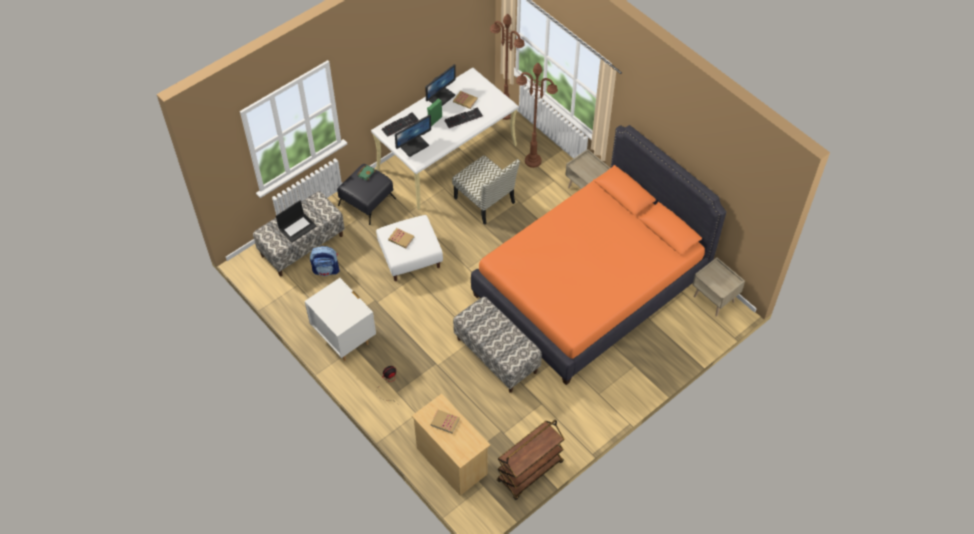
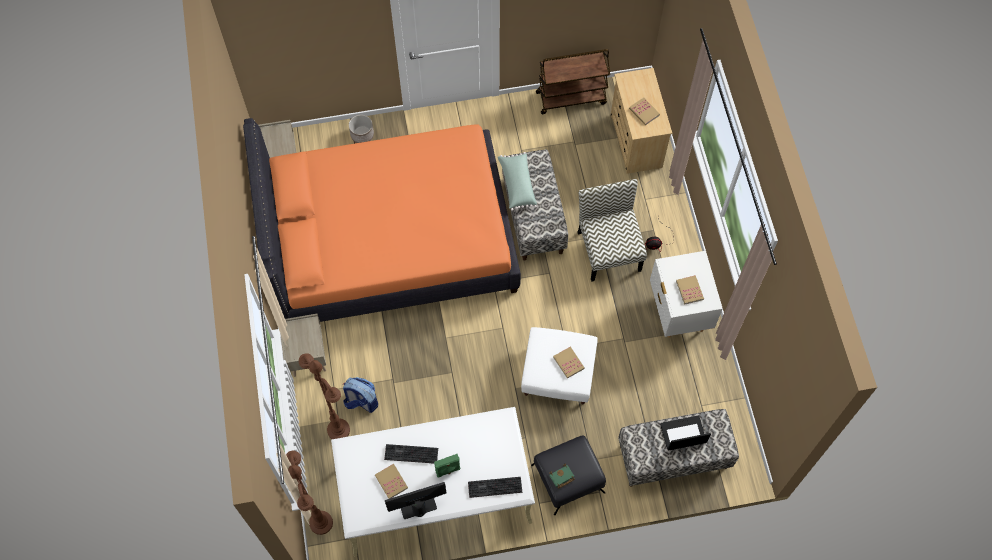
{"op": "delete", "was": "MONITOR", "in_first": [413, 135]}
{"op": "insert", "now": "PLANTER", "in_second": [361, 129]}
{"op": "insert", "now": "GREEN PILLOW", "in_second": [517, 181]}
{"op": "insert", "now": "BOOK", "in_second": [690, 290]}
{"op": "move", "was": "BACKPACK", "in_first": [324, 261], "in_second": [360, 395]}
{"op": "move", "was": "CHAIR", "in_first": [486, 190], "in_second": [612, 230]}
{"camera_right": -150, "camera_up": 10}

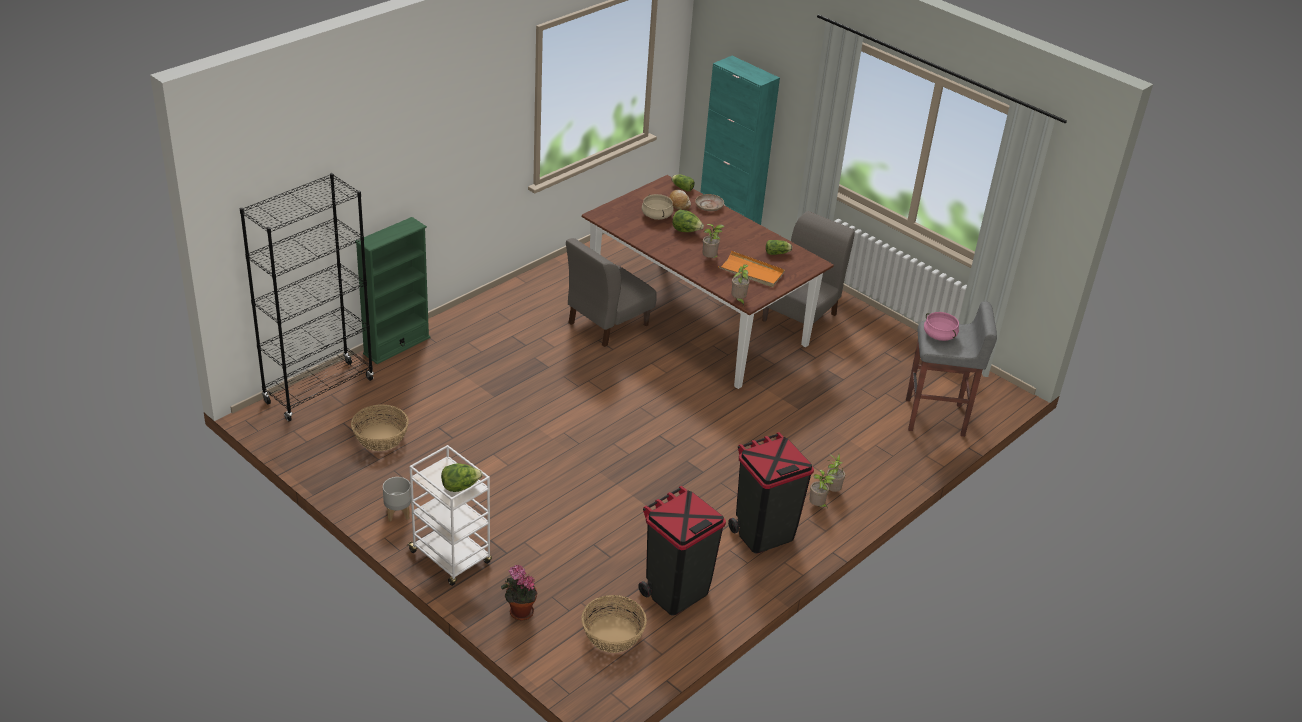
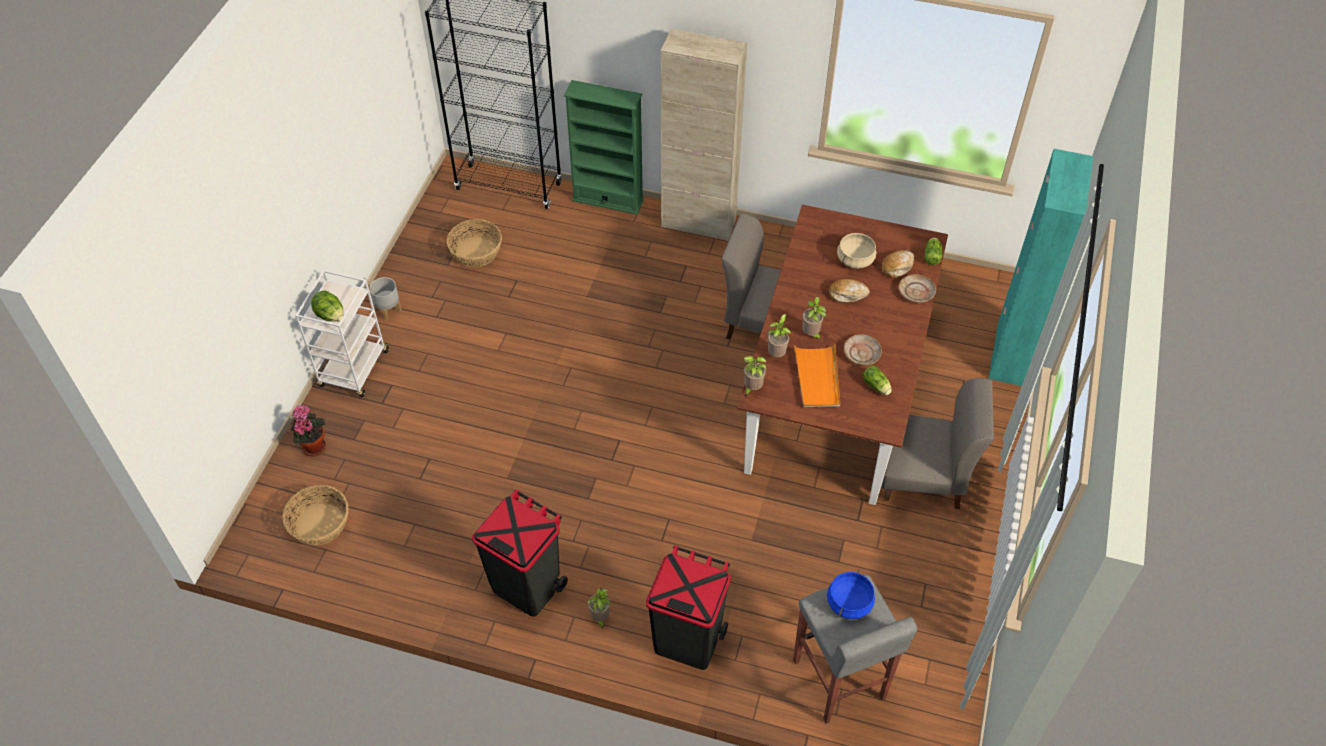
{"op": "insert", "now": "BEIGE CABINET", "in_second": [704, 135]}
{"op": "insert", "now": "BEIGE PLATE", "in_second": [863, 350]}
{"op": "move", "was": "BLACK TRASH CAN", "in_first": [682, 551], "in_second": [688, 607]}
{"op": "move", "was": "POTTED PLANT", "in_first": [835, 473], "in_second": [779, 335]}
{"op": "replace", "was": "LETTUCE", "now": "BREAD", "in_first": [688, 221], "in_second": [849, 290]}
{"op": "recolor", "was": "PINK COOKING POT", "now": "BLUE COOKING POT", "in_first": [941, 326], "in_second": [851, 594]}
{"camera_right": 65, "camera_up": 15}

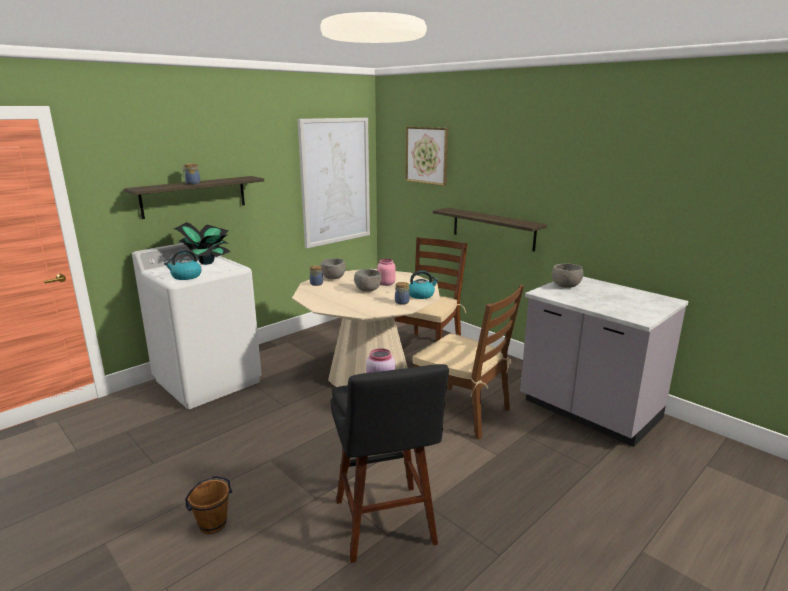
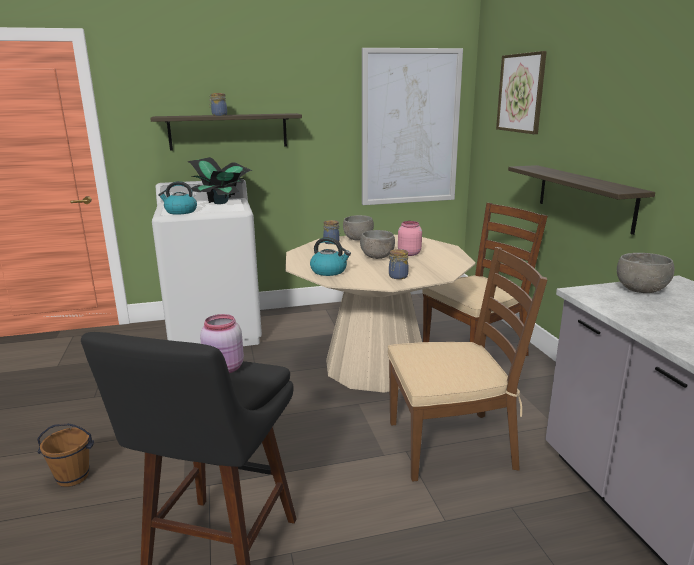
{"op": "move", "was": "KETTLE", "in_first": [424, 284], "in_second": [330, 256]}
{"op": "rotate", "was": "BROWN CHAIR", "in_first": [468, 362], "in_second": [467, 364], "clockwise": -75}
{"camera_right": 30, "camera_up": 0}

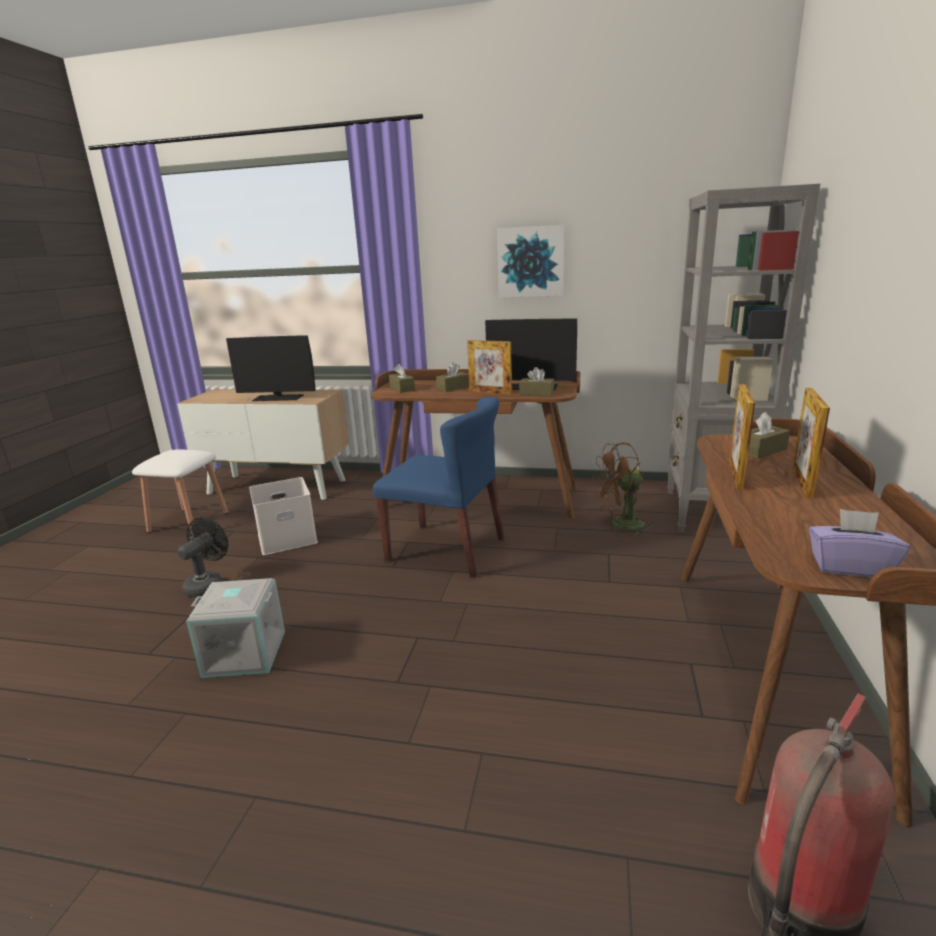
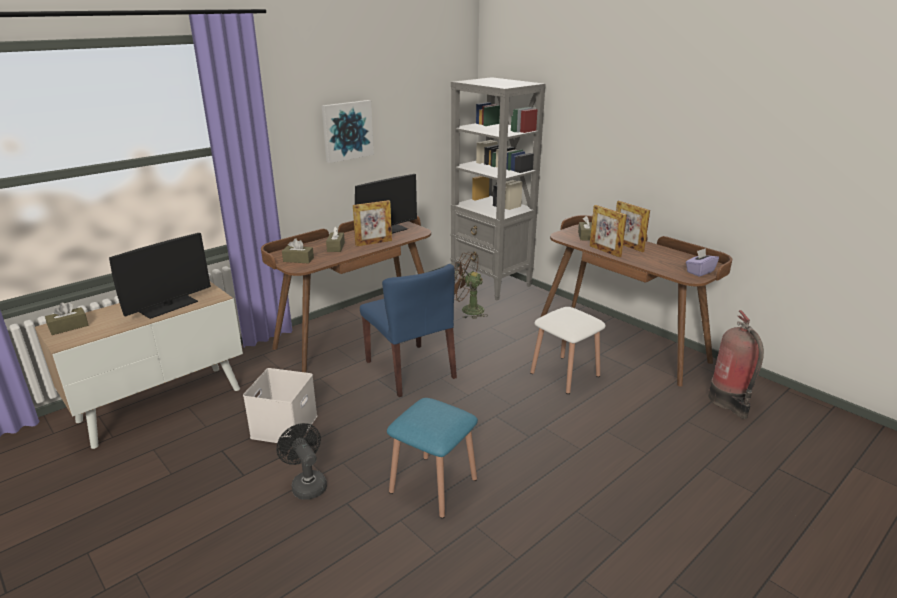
{"op": "move", "was": "WHITE STOOL", "in_first": [180, 493], "in_second": [568, 350]}
{"op": "move", "was": "BROWN TISSUE BOX", "in_first": [536, 381], "in_second": [67, 318]}
{"op": "replace", "was": "GREY STORAGE BOX", "now": "BLUE STOOL", "in_first": [235, 628], "in_second": [432, 458]}
{"op": "rotate", "was": "BLUE CHAIR", "in_first": [438, 487], "in_second": [408, 330], "clockwise": 90}
{"op": "rotate", "was": "BROWN FAN", "in_first": [624, 489], "in_second": [470, 285], "clockwise": 90}
{"camera_right": -55, "camera_up": 5}

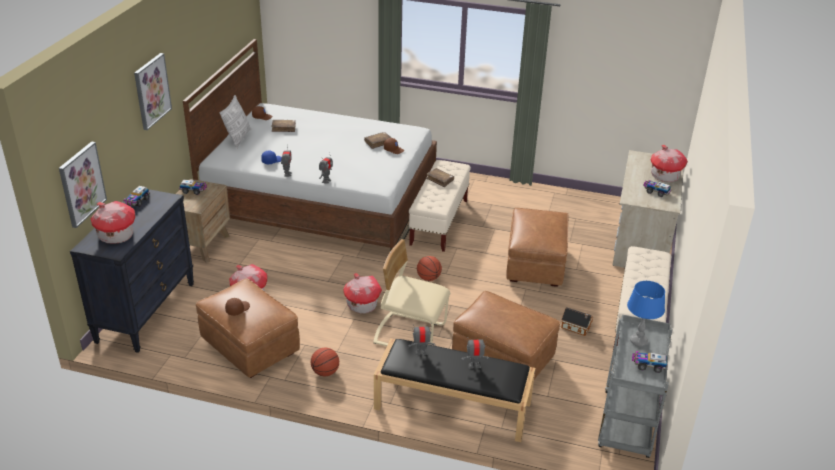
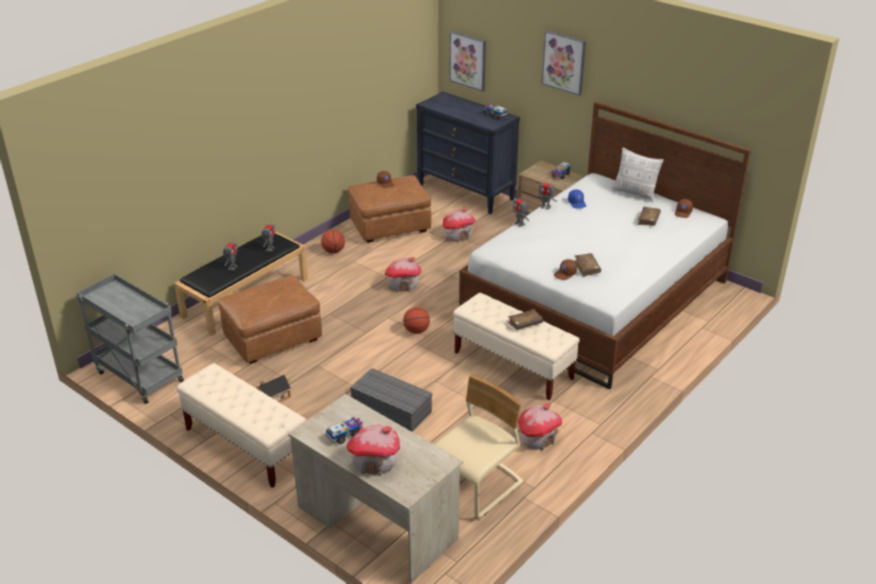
{"op": "delete", "was": "BLUE TABLE LAMP", "in_first": [646, 314]}
{"op": "delete", "was": "TOY TRUCK", "in_first": [650, 362]}
{"op": "move", "was": "TOY HOUSE", "in_first": [113, 222], "in_second": [540, 426]}
{"op": "move", "was": "BEIGE CHAIR", "in_first": [411, 292], "in_second": [478, 446]}
{"op": "replace", "was": "BROWN OTTOMAN", "now": "GREY STORAGE BOX", "in_first": [537, 247], "in_second": [391, 400]}
{"camera_right": 115, "camera_up": 0}

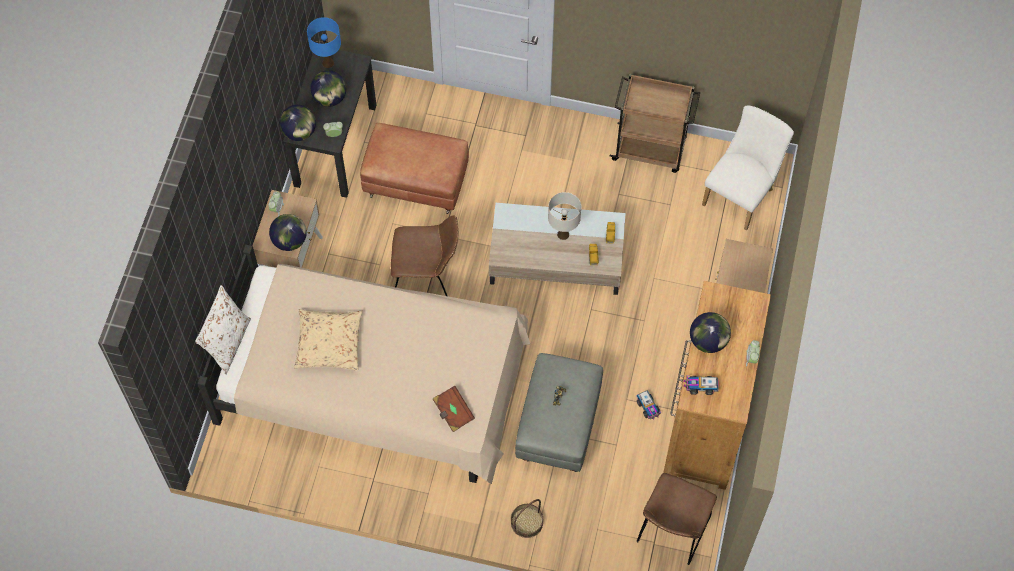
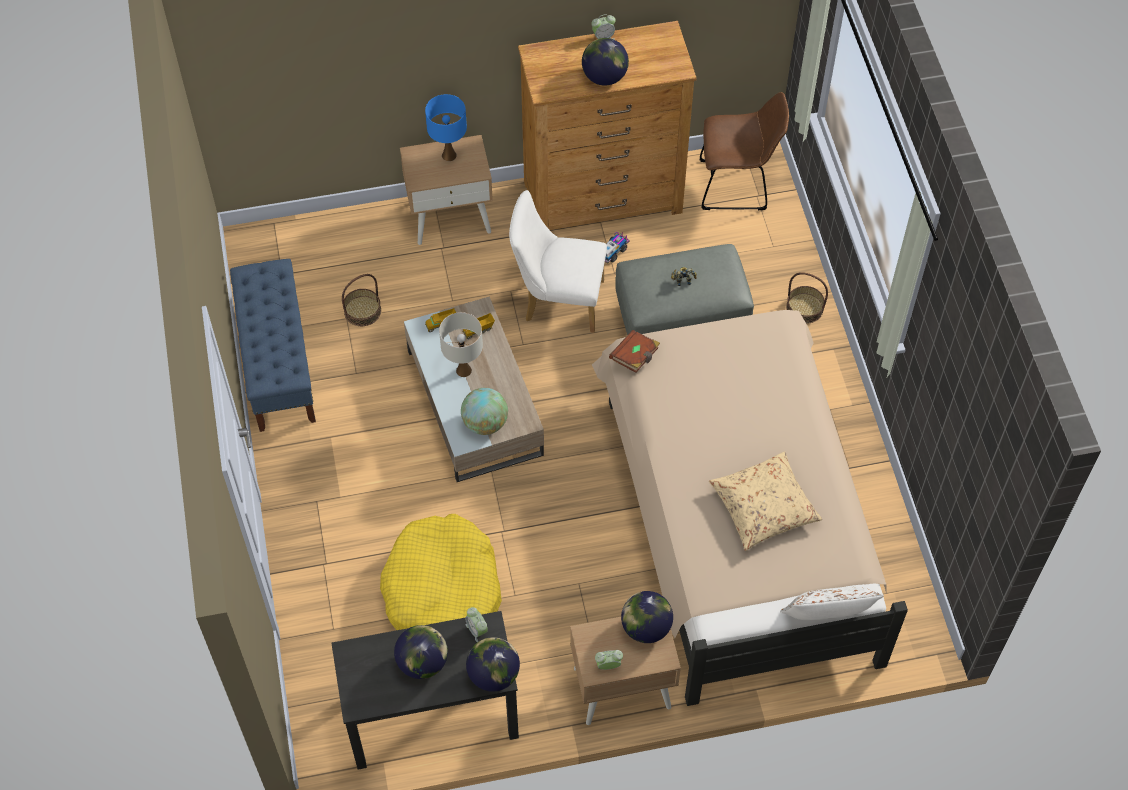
{"op": "delete", "was": "BROWN CHAIR", "in_first": [424, 255]}
{"op": "delete", "was": "TOY TRUCK", "in_first": [701, 385]}
{"op": "insert", "now": "BASKET", "in_second": [361, 300]}
{"op": "insert", "now": "GLOBE", "in_second": [484, 411]}
{"op": "move", "was": "BLUE TABLE LAMP", "in_first": [324, 42], "in_second": [446, 127]}
{"op": "move", "was": "BROWN BOOK", "in_first": [454, 409], "in_second": [634, 351]}
{"op": "move", "was": "WHITE CHAIR", "in_first": [748, 168], "in_second": [558, 261]}
{"op": "replace", "was": "BROWN OTTOMAN", "now": "YELLOW DOG BED", "in_first": [414, 168], "in_second": [441, 572]}
{"op": "replace", "was": "BROWN CART", "now": "BLUE BENCH", "in_first": [655, 123], "in_second": [273, 345]}
{"camera_right": -115, "camera_up": -5}

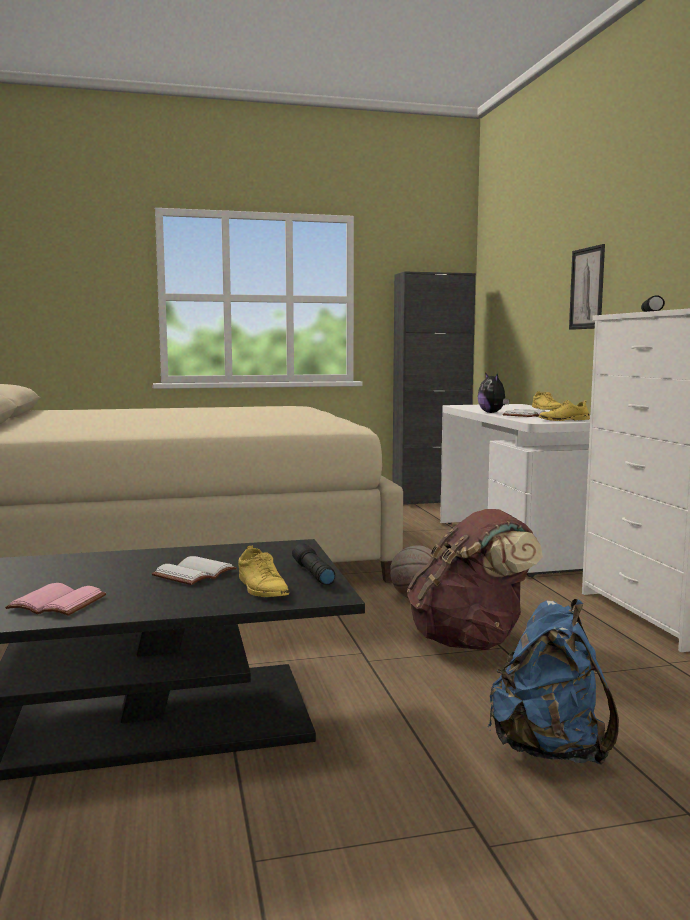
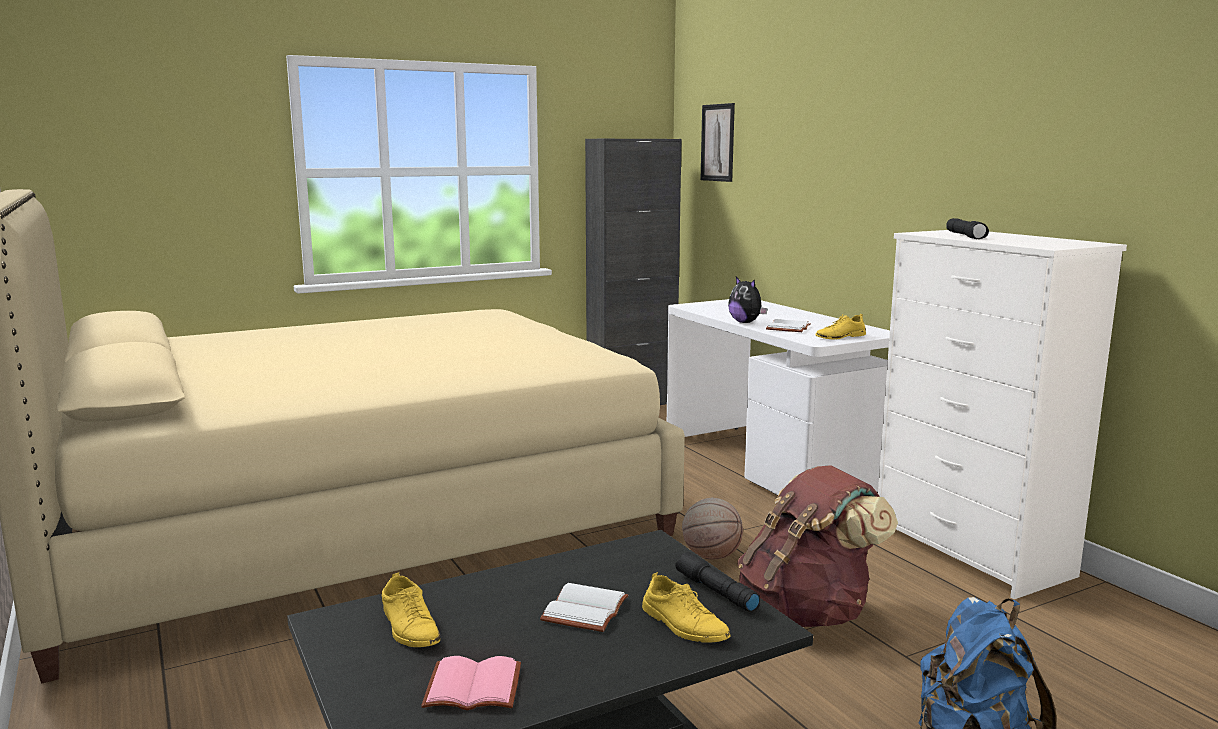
{"op": "move", "was": "YELLOW SHOE", "in_first": [546, 400], "in_second": [411, 609]}
{"op": "move", "was": "PICTURE", "in_first": [587, 287], "in_second": [717, 142]}
{"camera_right": -15, "camera_up": 5}

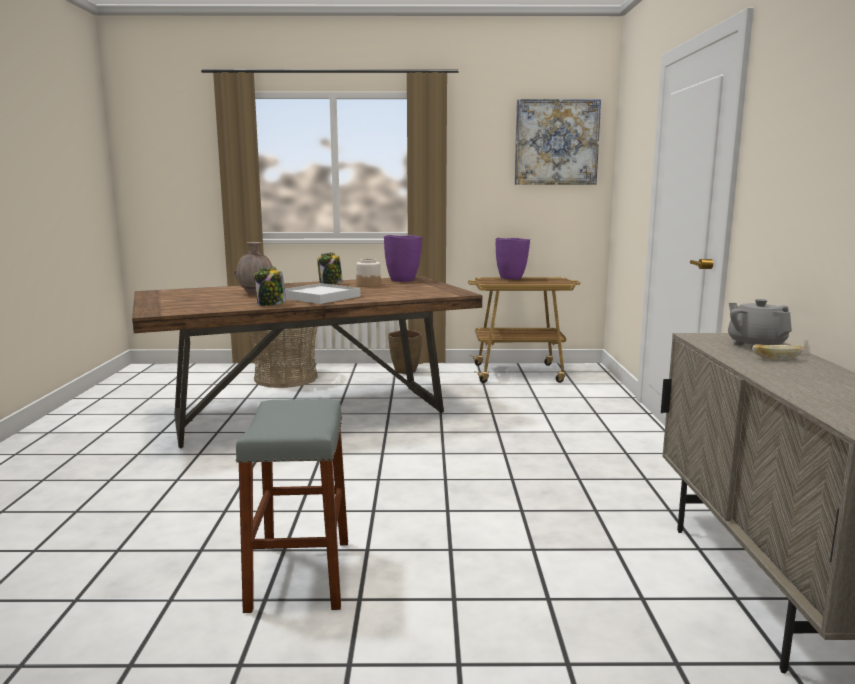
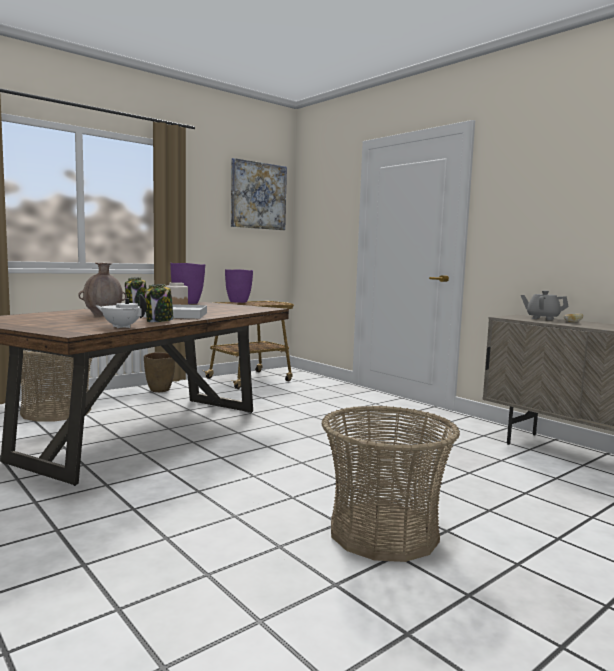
{"op": "insert", "now": "WHITE TEAPOT", "in_second": [121, 311]}
{"op": "replace", "was": "GREY STOOL", "now": "BASKET", "in_first": [292, 506], "in_second": [390, 483]}
{"camera_right": -40, "camera_up": -5}

